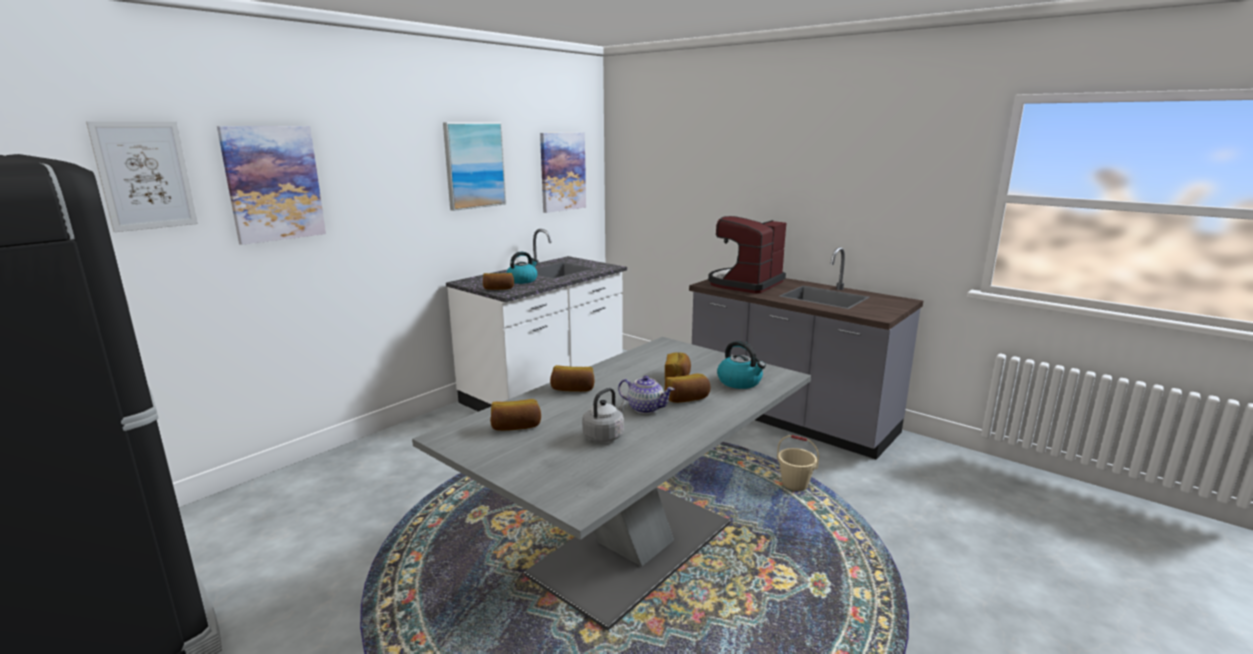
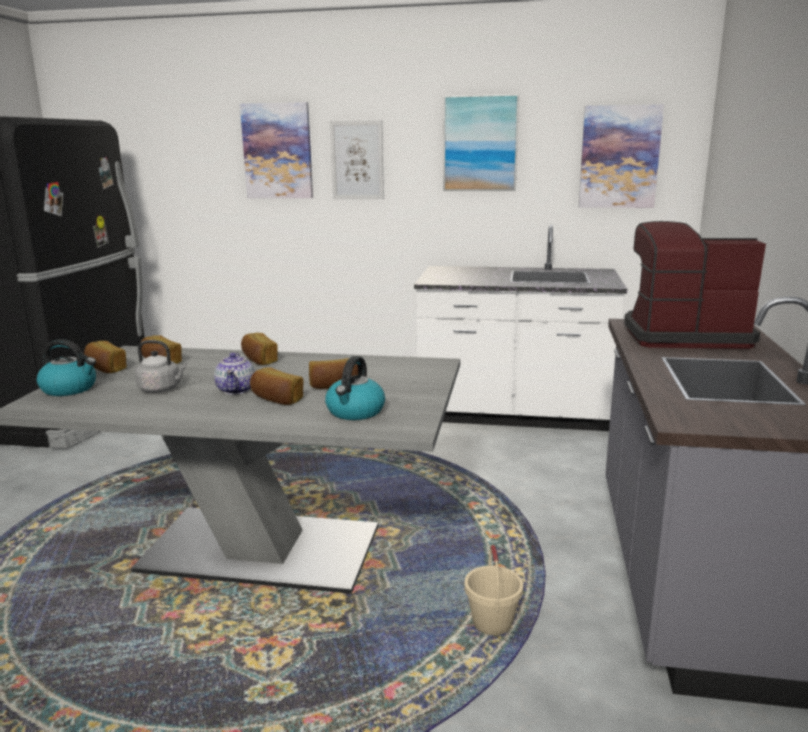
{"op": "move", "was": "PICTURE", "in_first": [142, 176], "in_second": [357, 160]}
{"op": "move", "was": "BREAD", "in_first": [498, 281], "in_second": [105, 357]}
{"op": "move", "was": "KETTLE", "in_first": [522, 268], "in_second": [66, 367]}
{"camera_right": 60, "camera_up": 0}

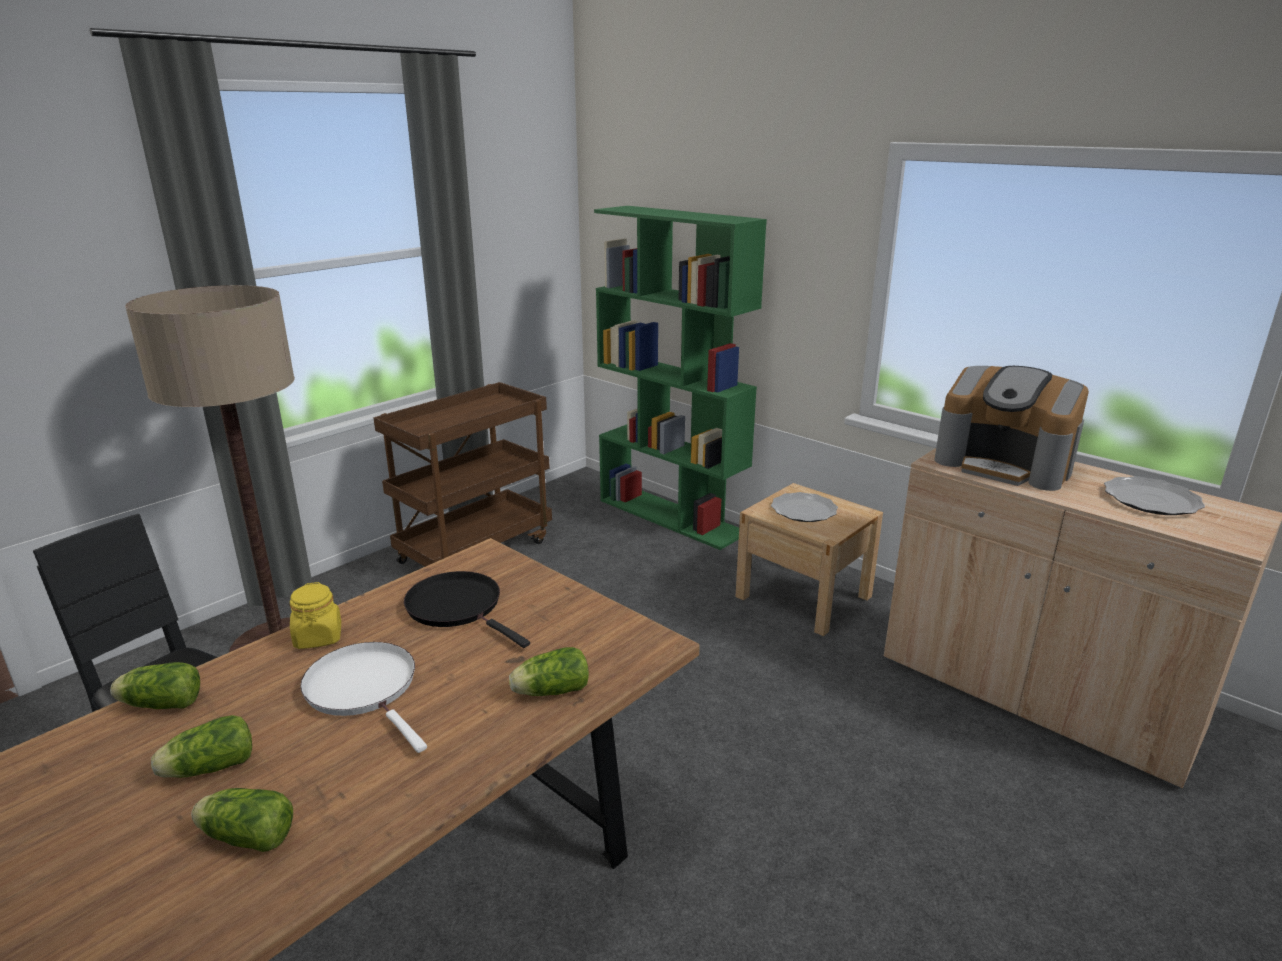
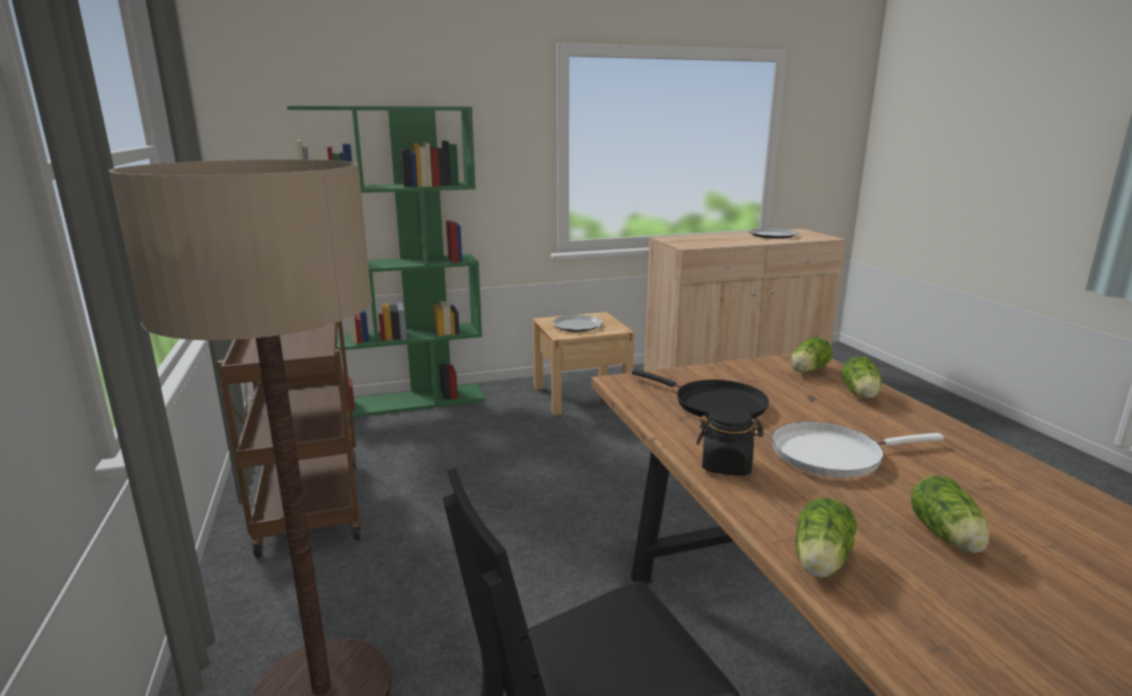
{"op": "delete", "was": "COFFEE MACHINE", "in_first": [1011, 428]}
{"op": "move", "was": "LETTUCE", "in_first": [242, 820], "in_second": [812, 355]}
{"op": "recolor", "was": "YELLOW JAR", "now": "BLACK JAR", "in_first": [315, 615], "in_second": [730, 441]}
{"op": "rotate", "was": "BLACK FRYING PAN", "in_first": [467, 609], "in_second": [700, 393], "clockwise": -120}
{"camera_right": -60, "camera_up": -5}

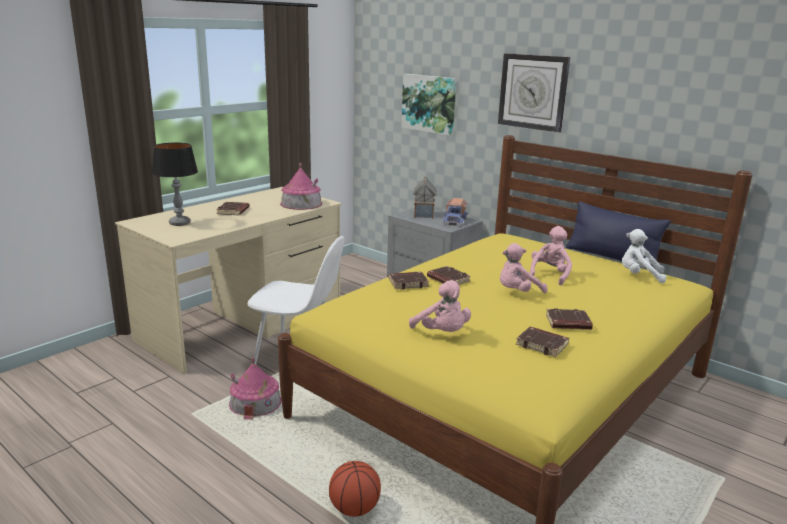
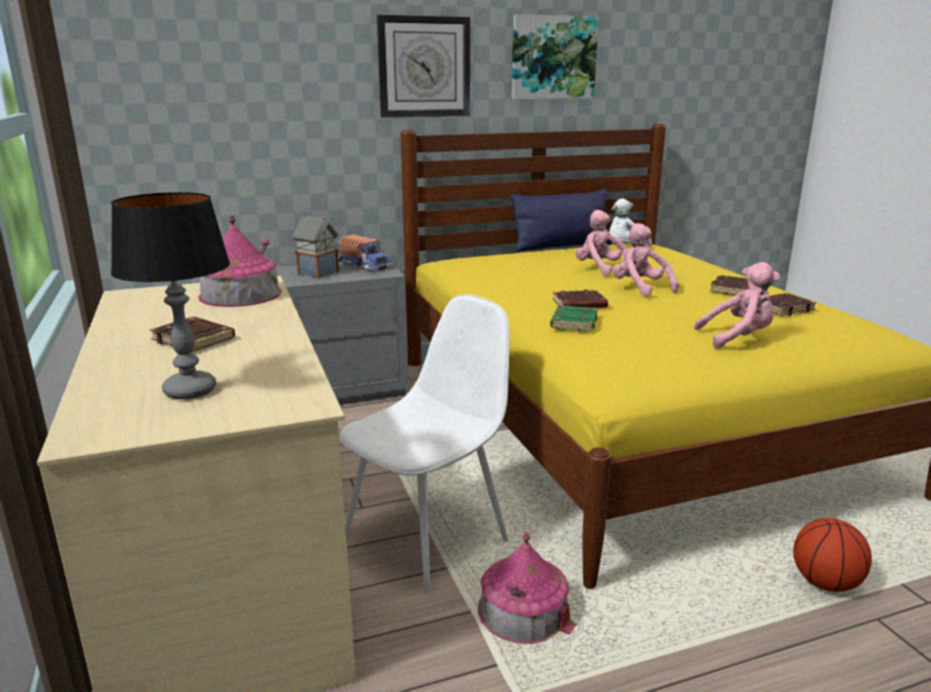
{"op": "move", "was": "PICTURE", "in_first": [429, 105], "in_second": [555, 56]}
{"op": "recolor", "was": "BROWN BOOK", "now": "GREEN BOOK", "in_first": [409, 281], "in_second": [574, 318]}
{"op": "rotate", "was": "PINK PLUSH TOY", "in_first": [524, 268], "in_second": [646, 260], "clockwise": 150}
{"camera_right": -60, "camera_up": 0}

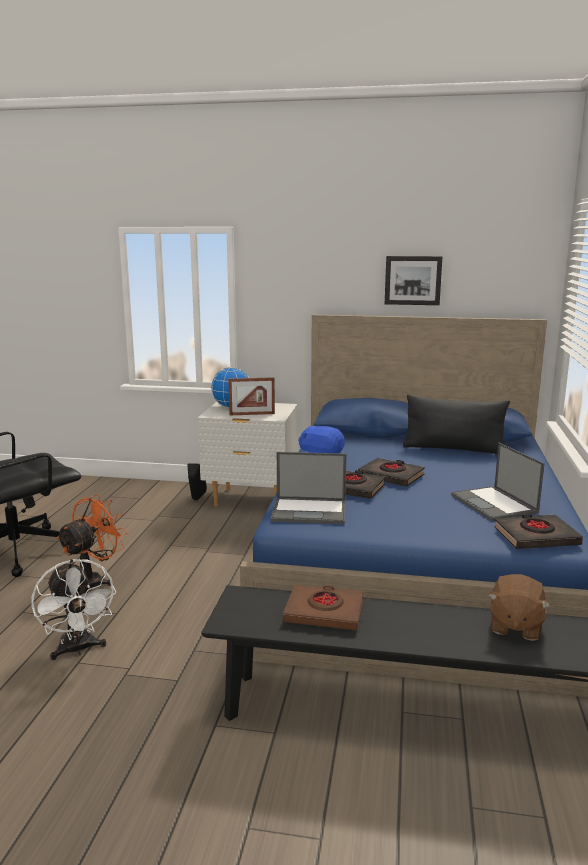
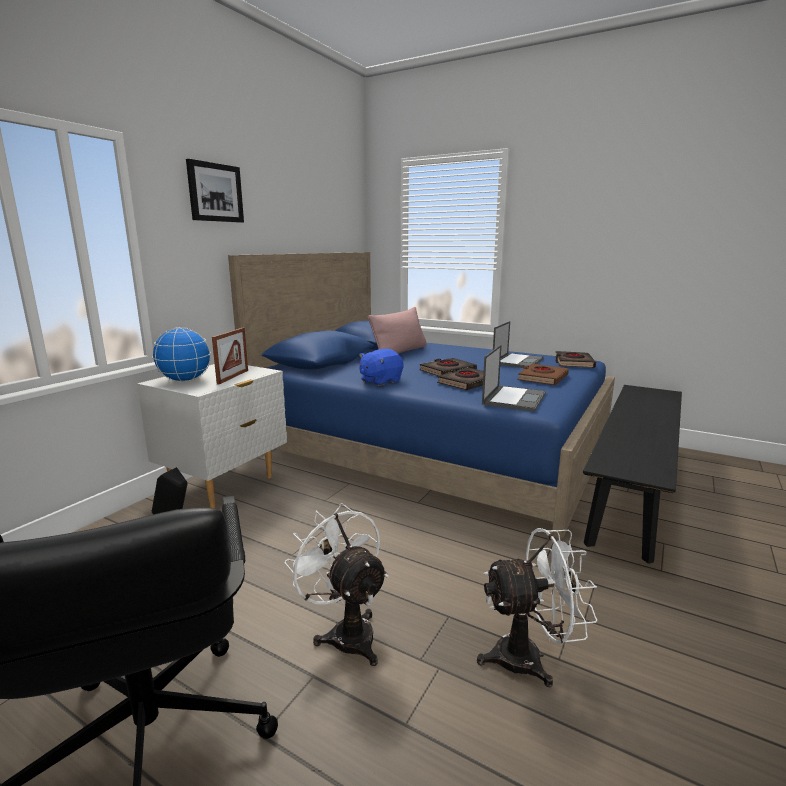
{"op": "delete", "was": "BROWN PLUSH TOY", "in_first": [519, 607]}
{"op": "move", "was": "BROWN BOOK", "in_first": [323, 607], "in_second": [543, 374]}
{"op": "move", "was": "PICTURE", "in_first": [413, 280], "in_second": [215, 191]}
{"op": "recolor", "was": "ORANGE FAN", "now": "WHITE FAN", "in_first": [92, 541], "in_second": [336, 584]}
{"op": "recolor", "was": "BLACK PILLOW", "now": "PINK PILLOW", "in_first": [456, 424], "in_second": [397, 330]}
{"op": "rotate", "was": "LAPTOP", "in_first": [497, 482], "in_second": [518, 344], "clockwise": -60}
{"camera_right": -70, "camera_up": 0}

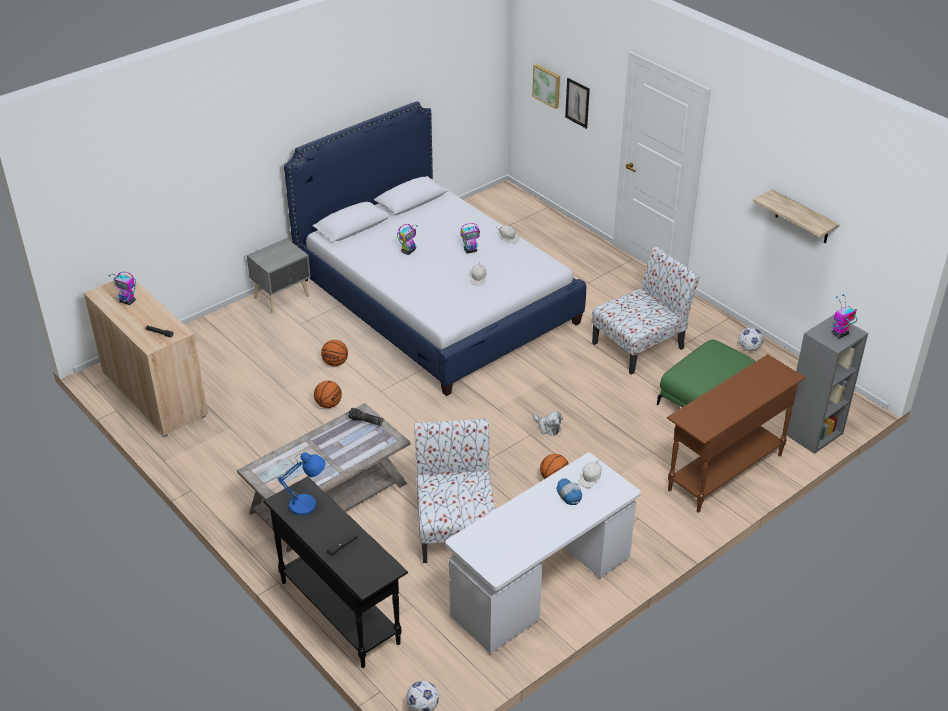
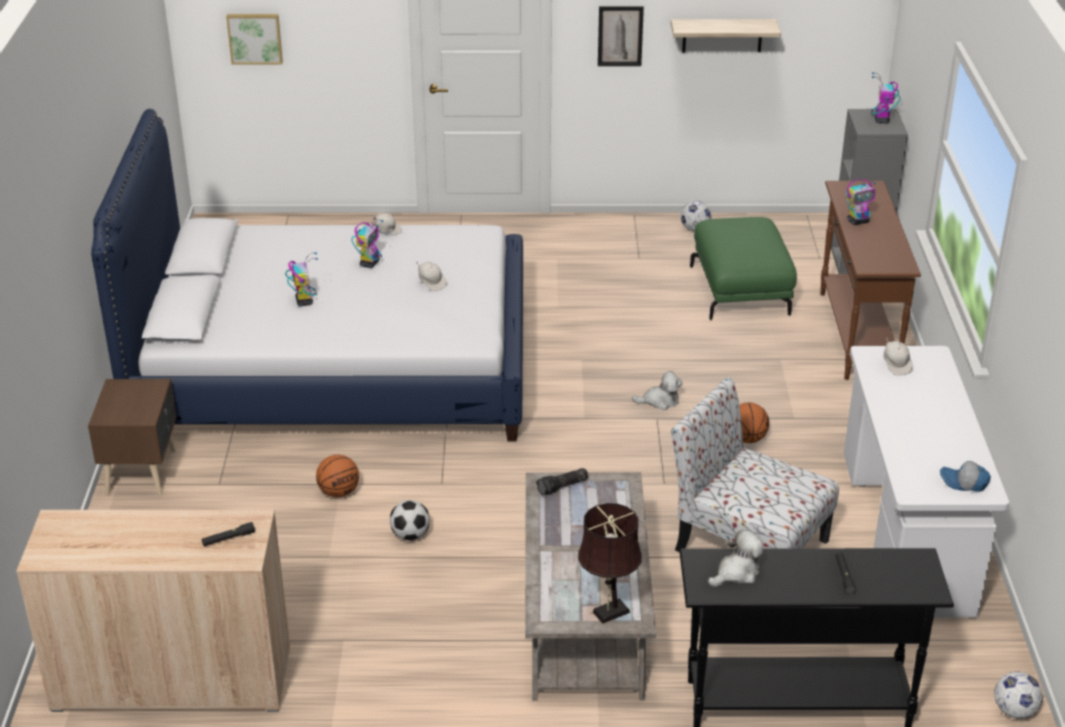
{"op": "delete", "was": "CHAIR", "in_first": [646, 310]}
{"op": "insert", "now": "BROWN TABLE LAMP", "in_second": [610, 563]}
{"op": "move", "was": "TOY ROBOT", "in_first": [122, 288], "in_second": [861, 202]}
{"op": "move", "was": "CAP", "in_first": [569, 491], "in_second": [965, 476]}
{"op": "move", "was": "PICTURE", "in_first": [577, 103], "in_second": [621, 36]}
{"op": "replace", "was": "BLUE TABLE LAMP", "now": "PLUSH TOY", "in_first": [301, 483], "in_second": [736, 558]}
{"op": "replace", "was": "BASKETBALL", "now": "FOOTBALL", "in_first": [328, 394], "in_second": [410, 520]}
{"op": "recolor", "was": "GREY NIGHTSTAND", "now": "BROWN NIGHTSTAND", "in_first": [279, 275], "in_second": [132, 437]}
{"camera_right": -50, "camera_up": -5}

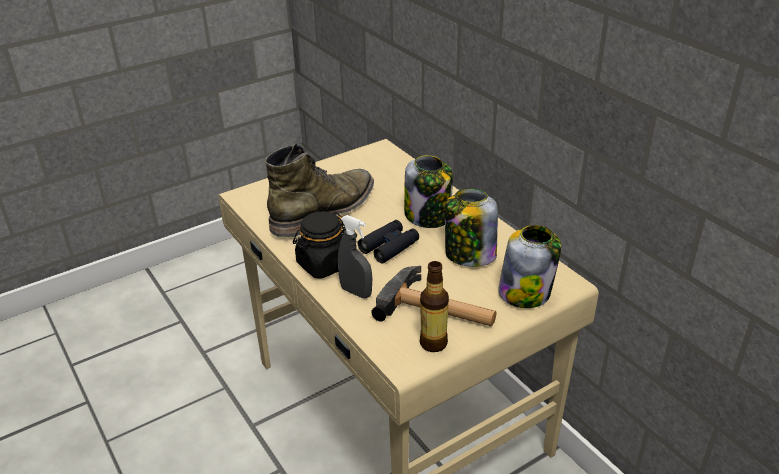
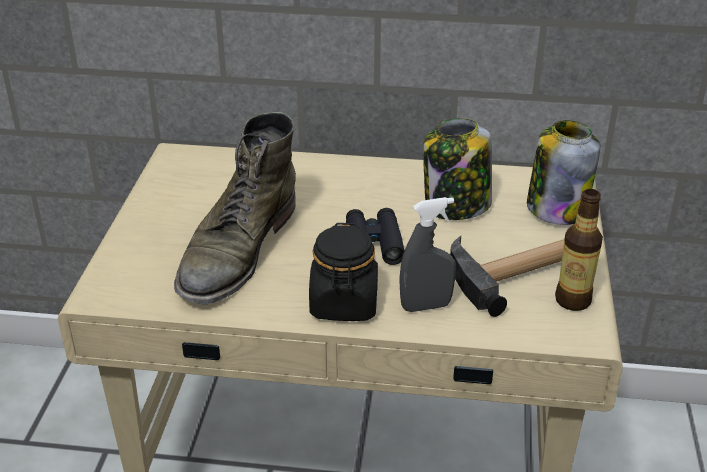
{"op": "delete", "was": "JAR", "in_first": [428, 191]}
{"op": "rotate", "was": "GREEN BOOT", "in_first": [319, 190], "in_second": [235, 208], "clockwise": -150}
{"camera_right": -50, "camera_up": 0}

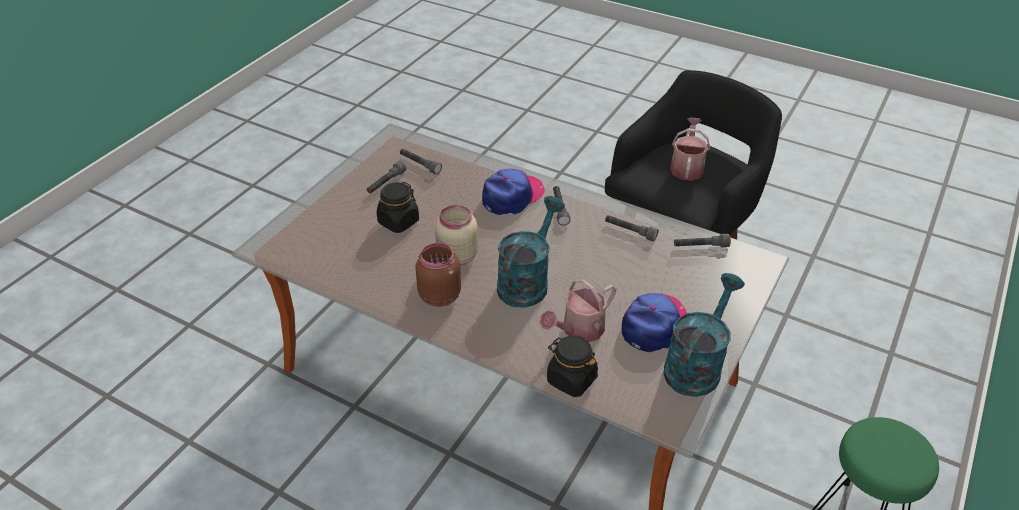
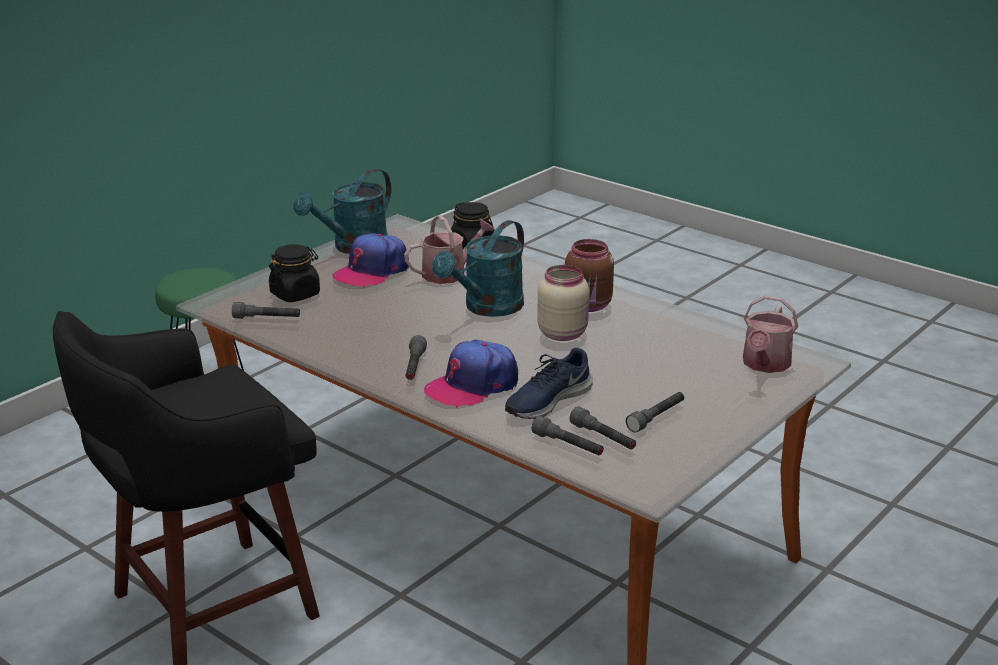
{"op": "insert", "now": "BLUE SHOE", "in_second": [549, 383]}
{"op": "move", "was": "BLACK JAR", "in_first": [398, 207], "in_second": [294, 273]}
{"op": "move", "was": "GREY FLASHLIGHT", "in_first": [631, 228], "in_second": [568, 435]}
{"op": "move", "was": "WATERING CAN", "in_first": [690, 149], "in_second": [770, 334]}
{"camera_right": -170, "camera_up": -15}

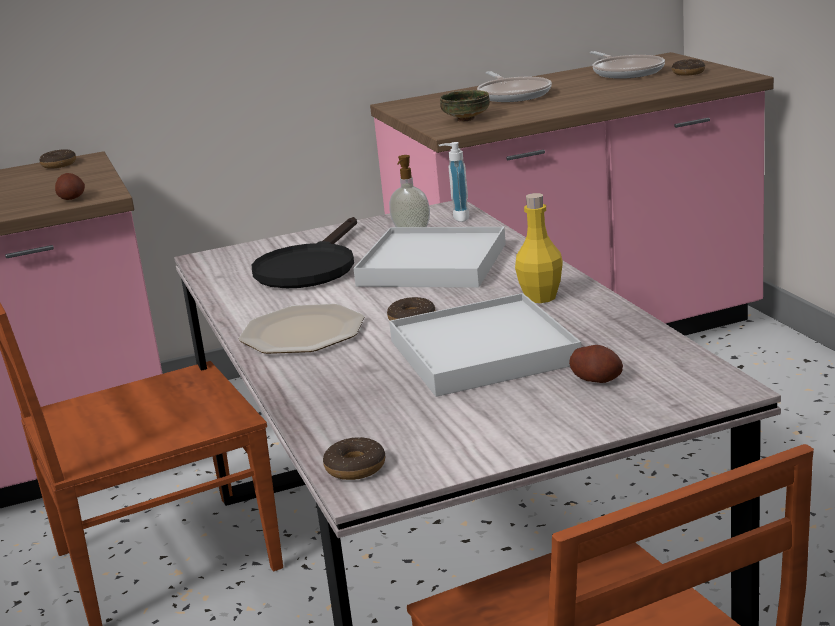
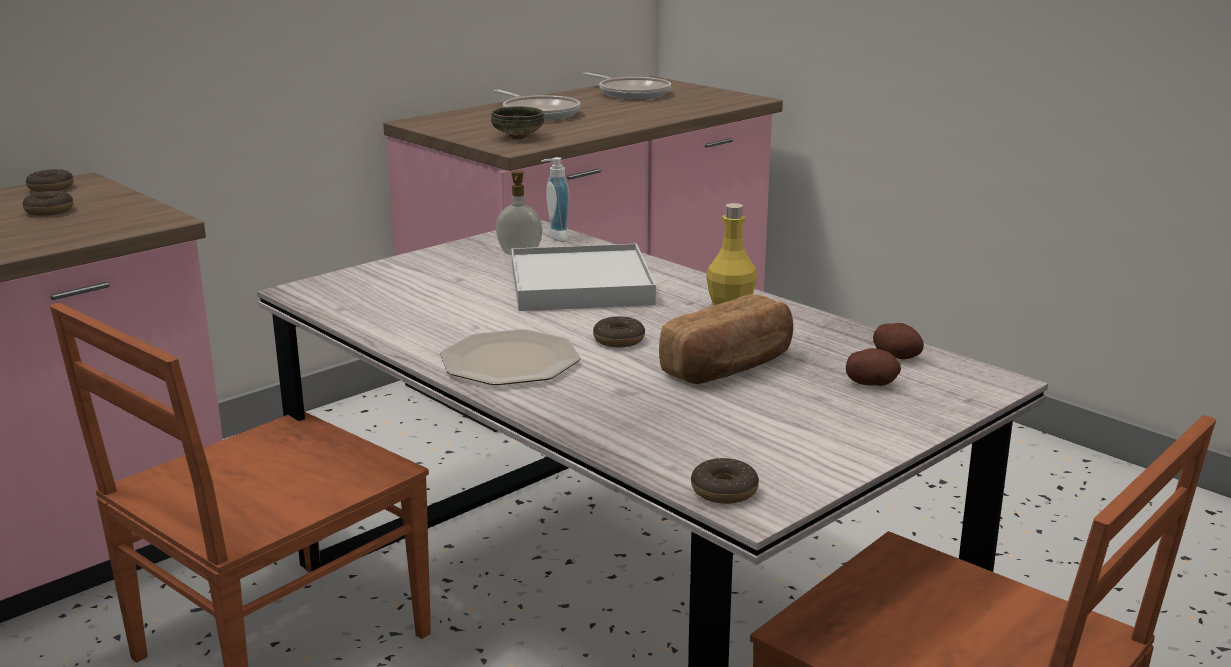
{"op": "delete", "was": "BLACK FRYING PAN", "in_first": [304, 252]}
{"op": "move", "was": "POTATO", "in_first": [70, 186], "in_second": [898, 341]}
{"op": "move", "was": "DONUT", "in_first": [688, 67], "in_second": [47, 203]}
{"op": "replace", "was": "WHITE TRAY", "now": "BREAD", "in_first": [485, 345], "in_second": [726, 339]}
{"camera_right": -25, "camera_up": 0}

